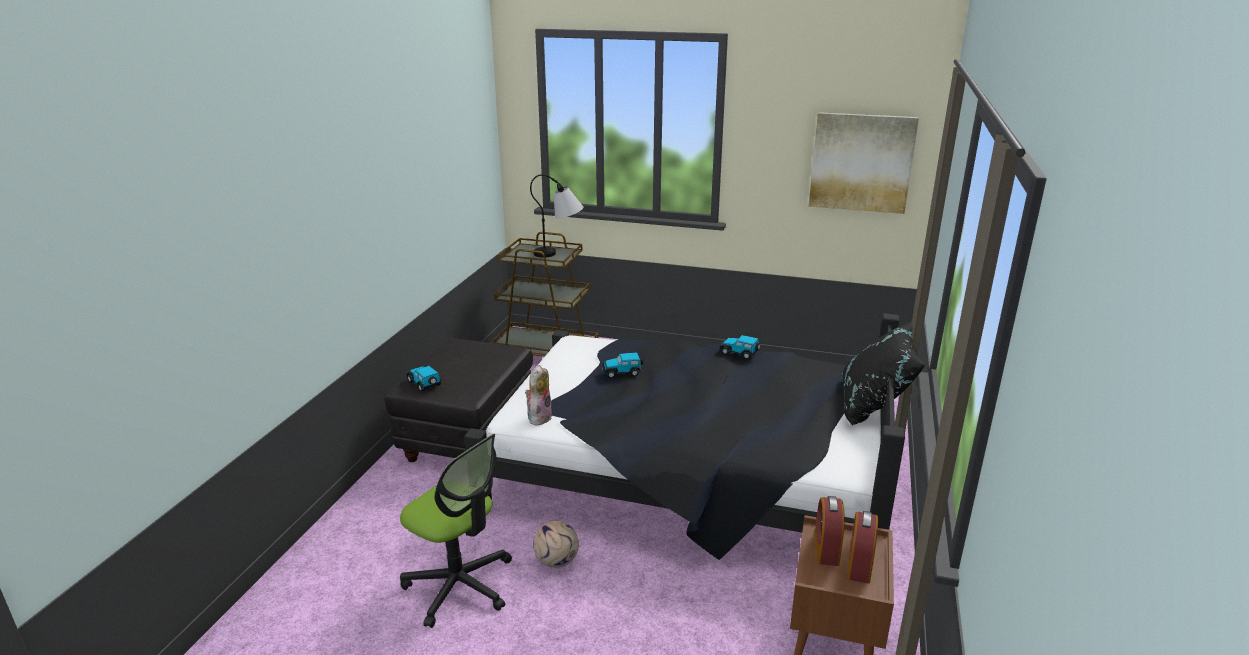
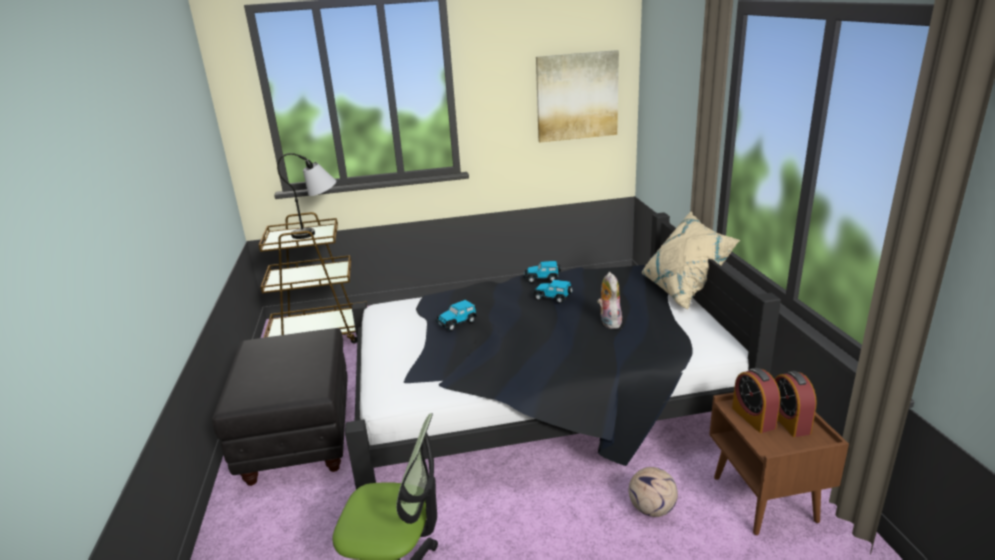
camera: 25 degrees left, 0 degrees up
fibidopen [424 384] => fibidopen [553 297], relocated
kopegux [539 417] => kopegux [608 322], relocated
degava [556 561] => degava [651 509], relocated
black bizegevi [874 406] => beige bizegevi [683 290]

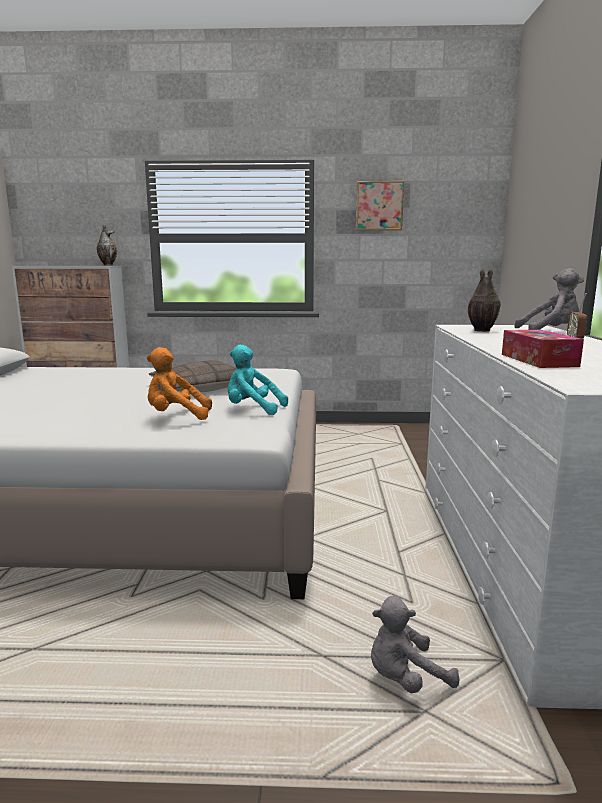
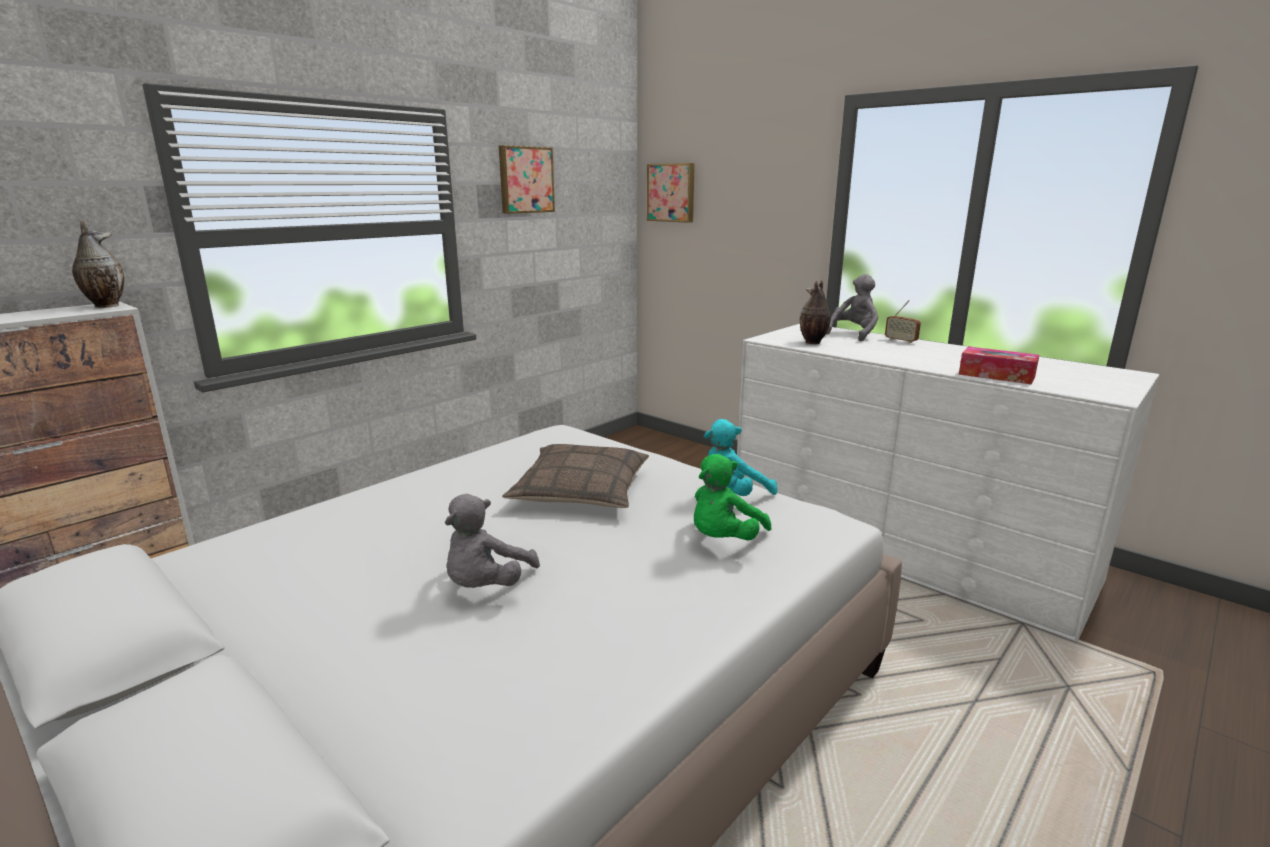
camera: 50 degrees left, 5 degrees up
grey kopegux [405 678] => grey kopegux [486 586], relocated
nothing => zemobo [672 192]
orange kopegux [176 416] => green kopegux [723 539]

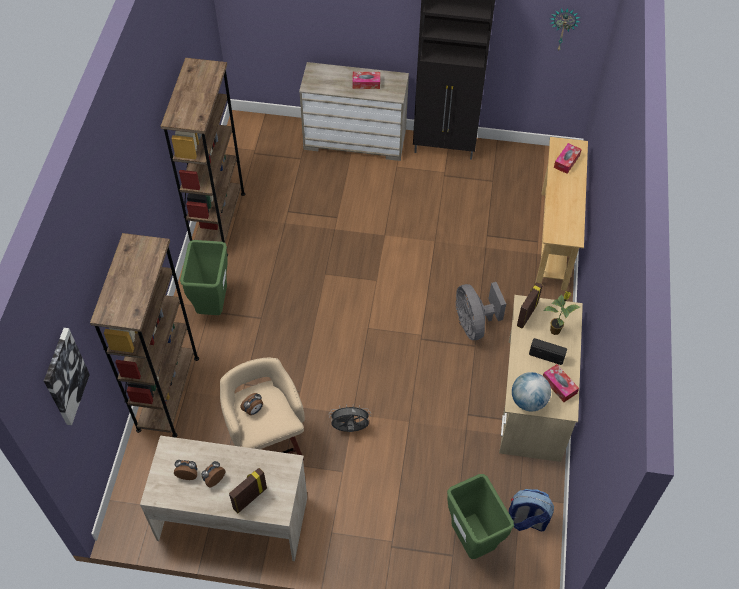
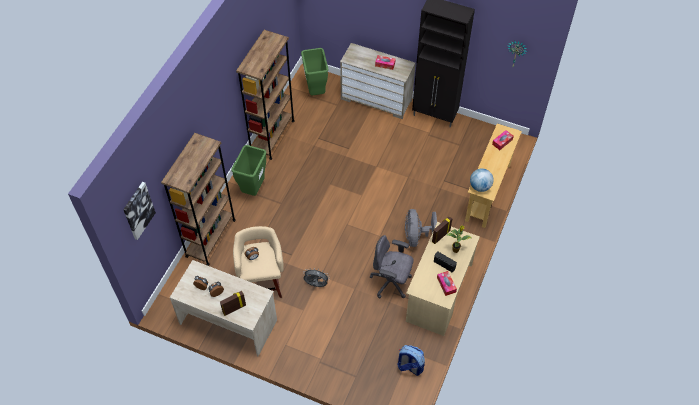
camera: 15 degrees right, 0 degrees up
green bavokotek [471 540] => green bavokotek [316 91], relocated
nothing => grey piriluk [391 282]
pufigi [528 401] => pufigi [480 186], relocated

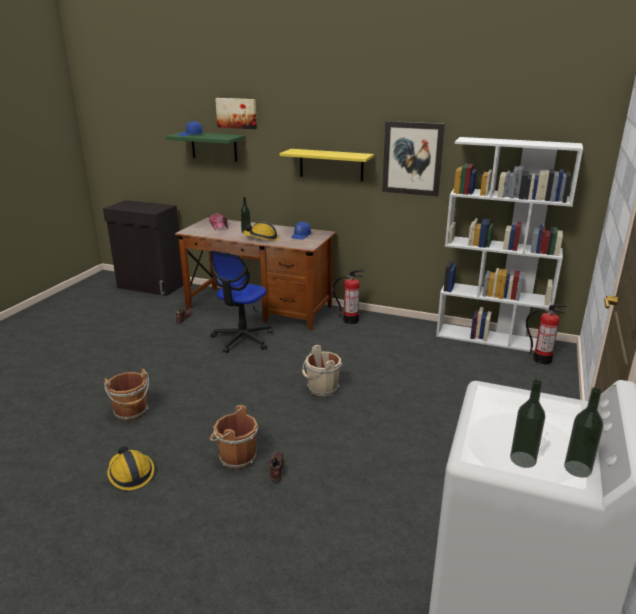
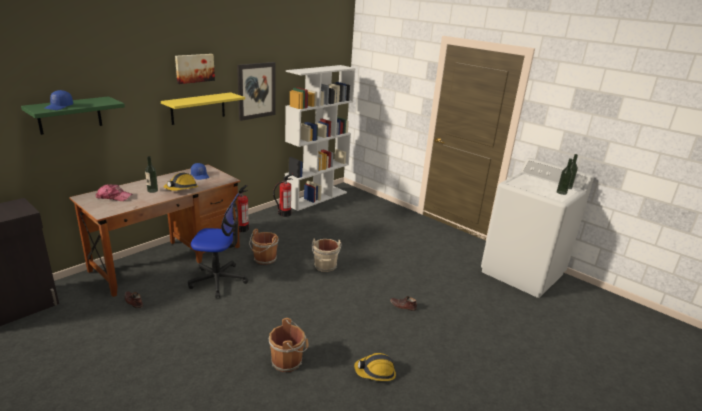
camera: 70 degrees left, 0 degrees up
zemobo [237 113] => zemobo [194 68], relocated
piriluk [242 339] => piriluk [218 280], 45 degrees counterclockwise
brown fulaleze [236 457] => brown fulaleze [264 259], relocated
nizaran [542 359] => nizaran [285 214], relocated

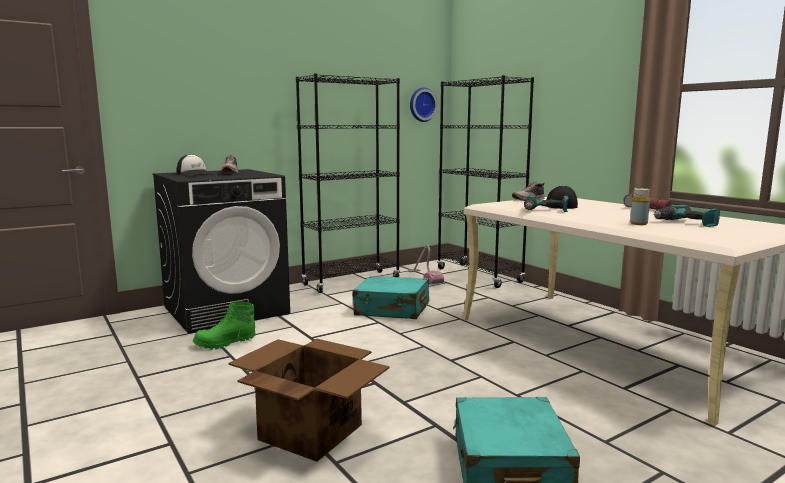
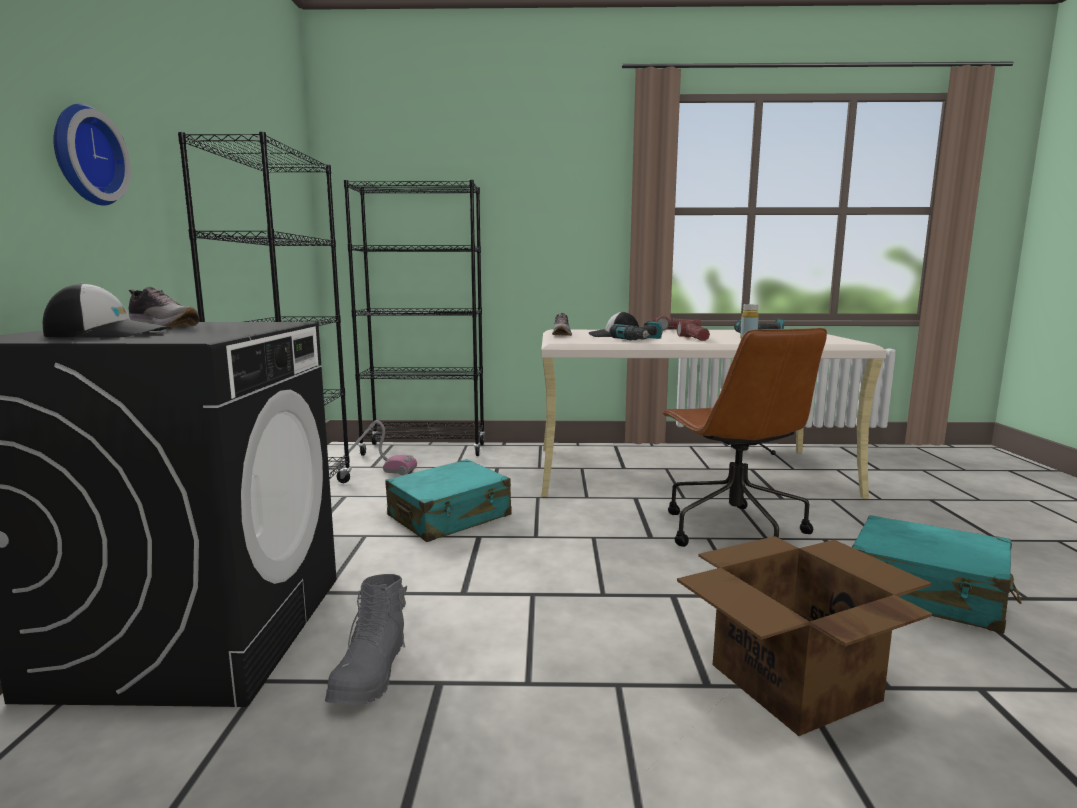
camera: 55 degrees left, 0 degrees up
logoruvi [421 105] => logoruvi [84 156], relocated
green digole [225 343] => grey digole [371 674]
nothing => brown piriluk [732 530]
nothing => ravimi [693 339]

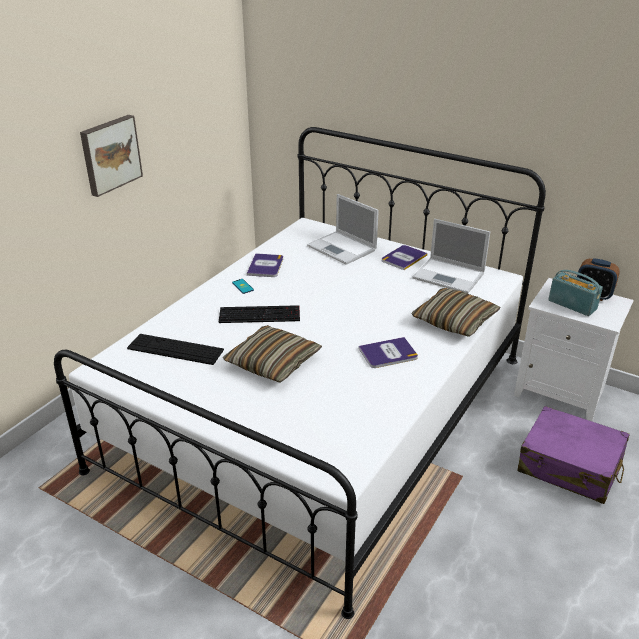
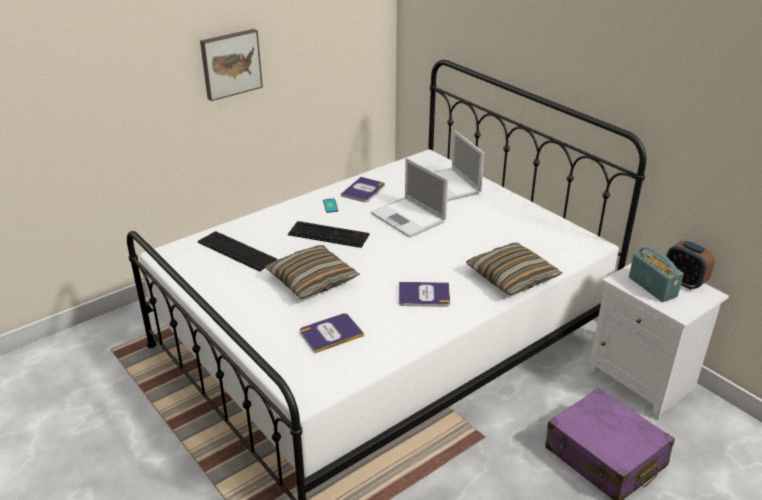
camera: 20 degrees right, 0 degrees up
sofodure [403 258] => sofodure [331 333], relocated
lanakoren [450 276] => lanakoren [409 218], relocated

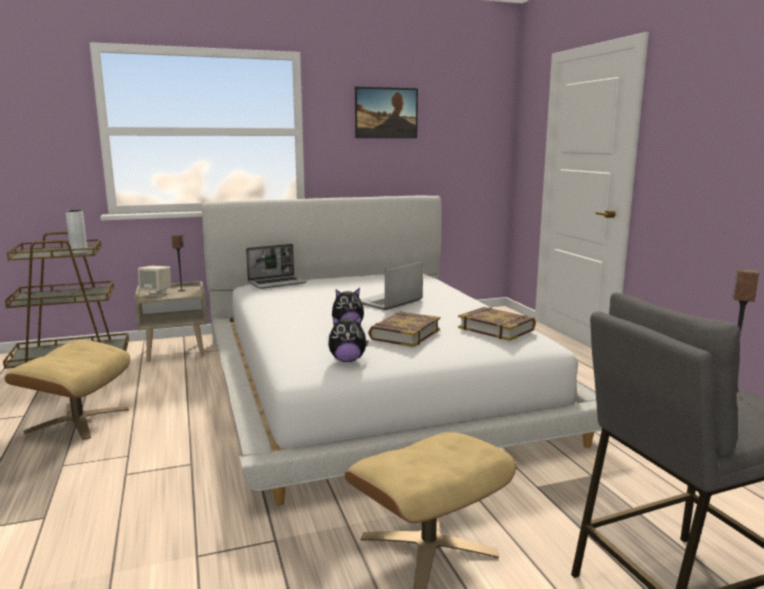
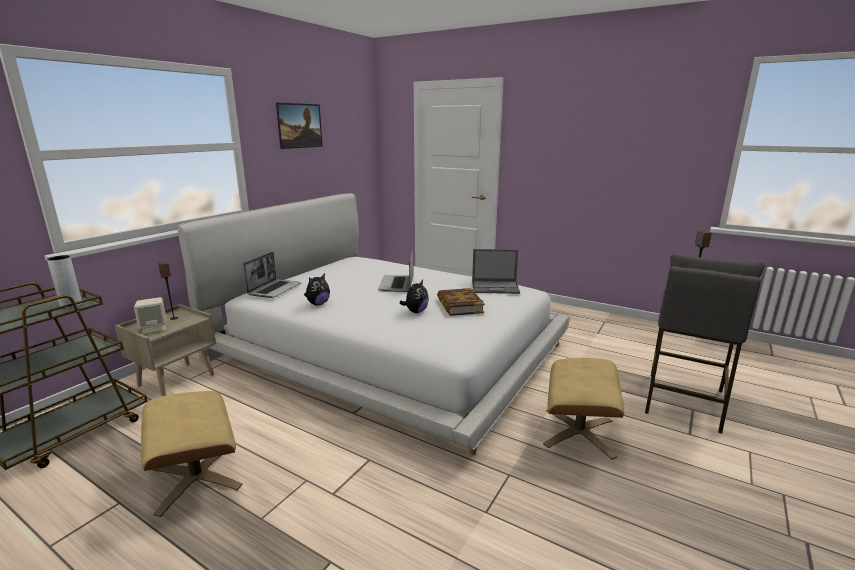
camera: 40 degrees left, 5 degrees up
kopegux [347 360] => kopegux [318 304], relocated
sofodure [496 328] => lanakoren [495 287]

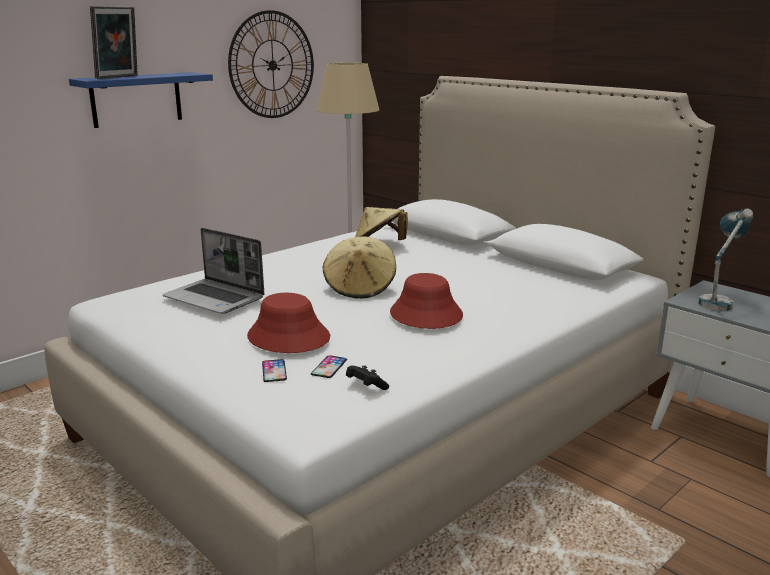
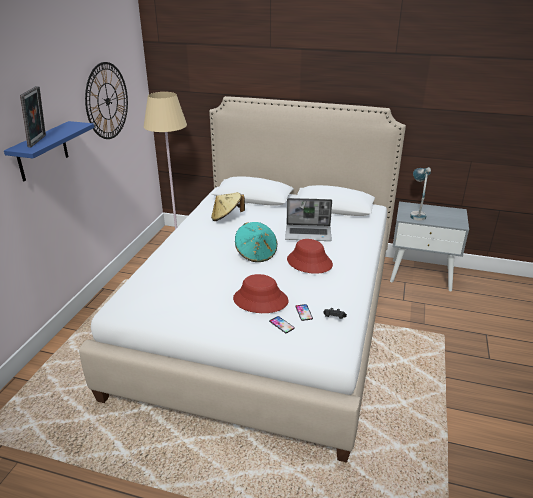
camera: 30 degrees left, 10 degrees up
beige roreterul [360 288] => turquoise roreterul [256 253]
lanakoren [215 298] => lanakoren [309 234], relocated

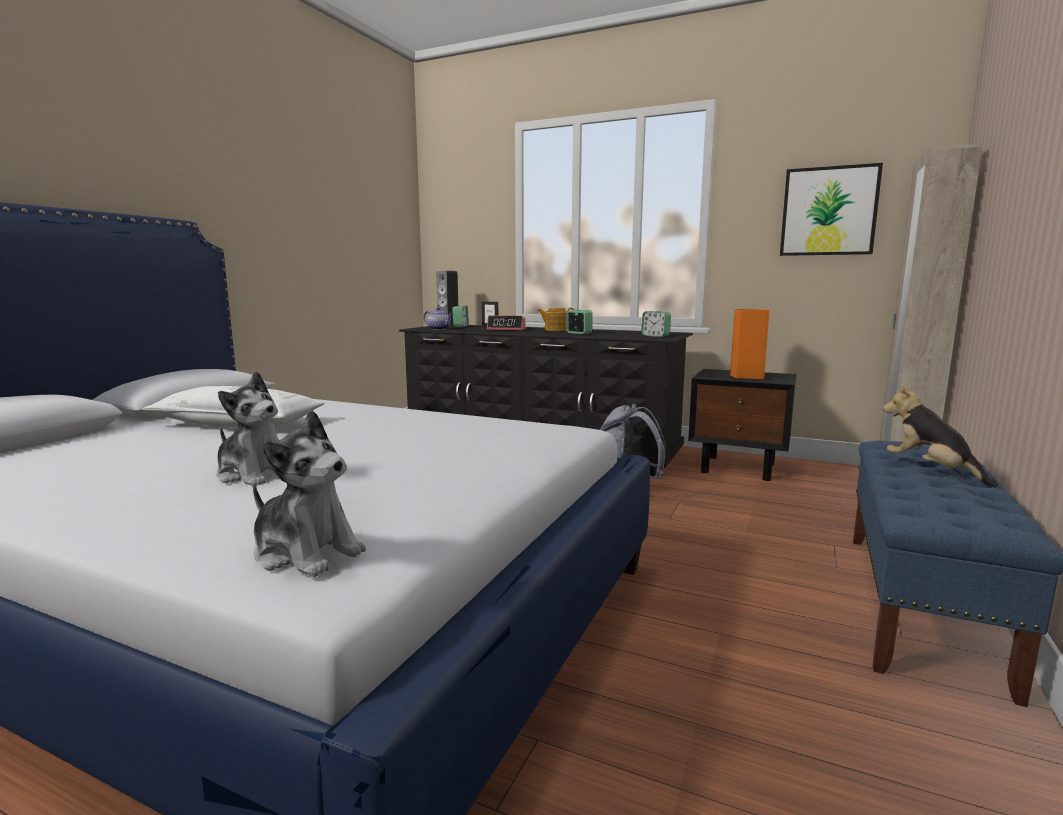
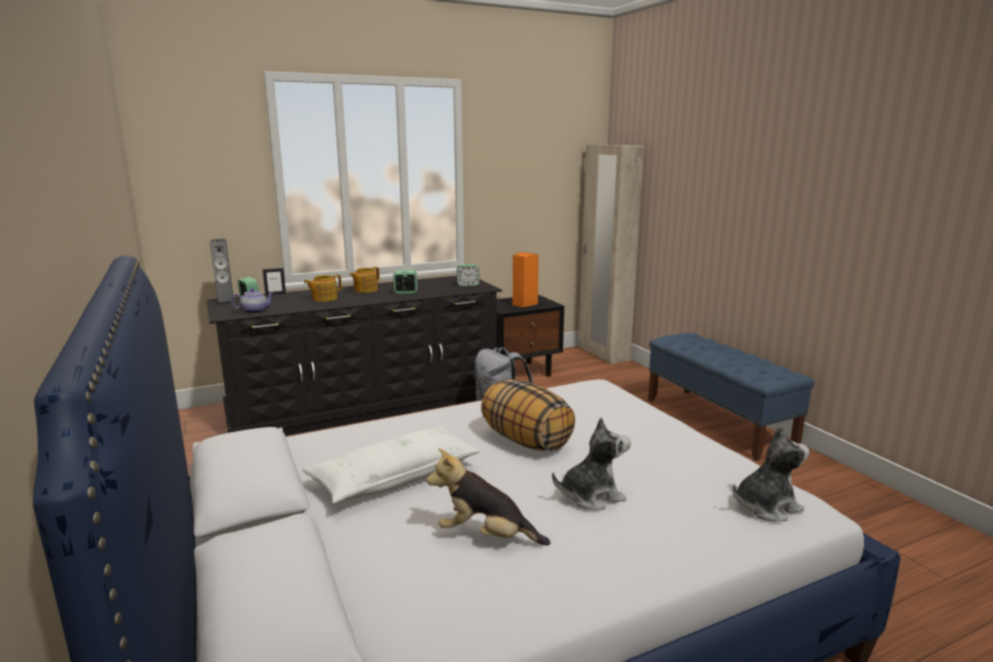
camera: 50 degrees left, 5 degrees up
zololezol [506 329] => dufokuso [324 298]
kopegux [931 470] => kopegux [486 536], relocated
nothing => bizegevi [525 441]
zemobo [828 211] => nothing

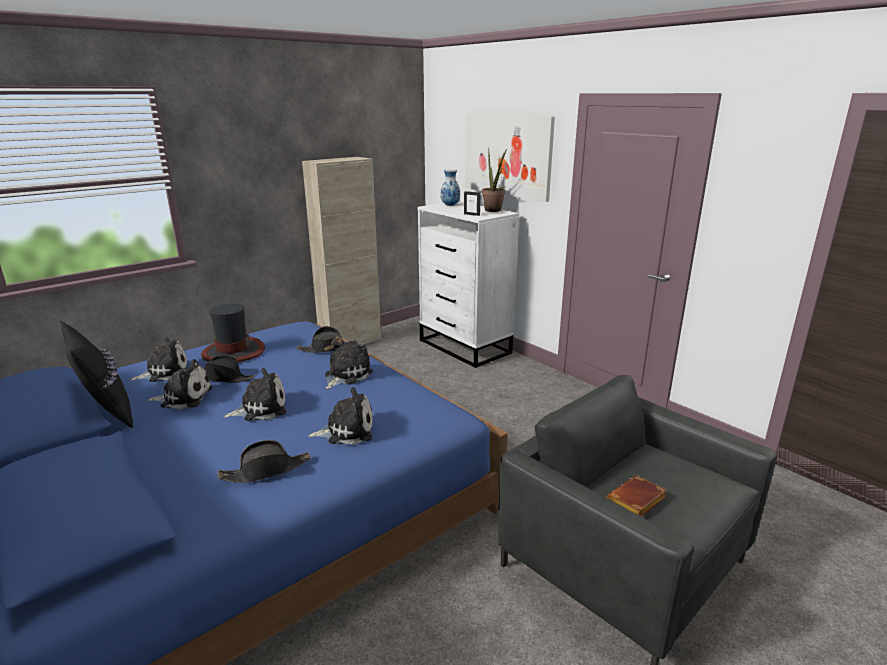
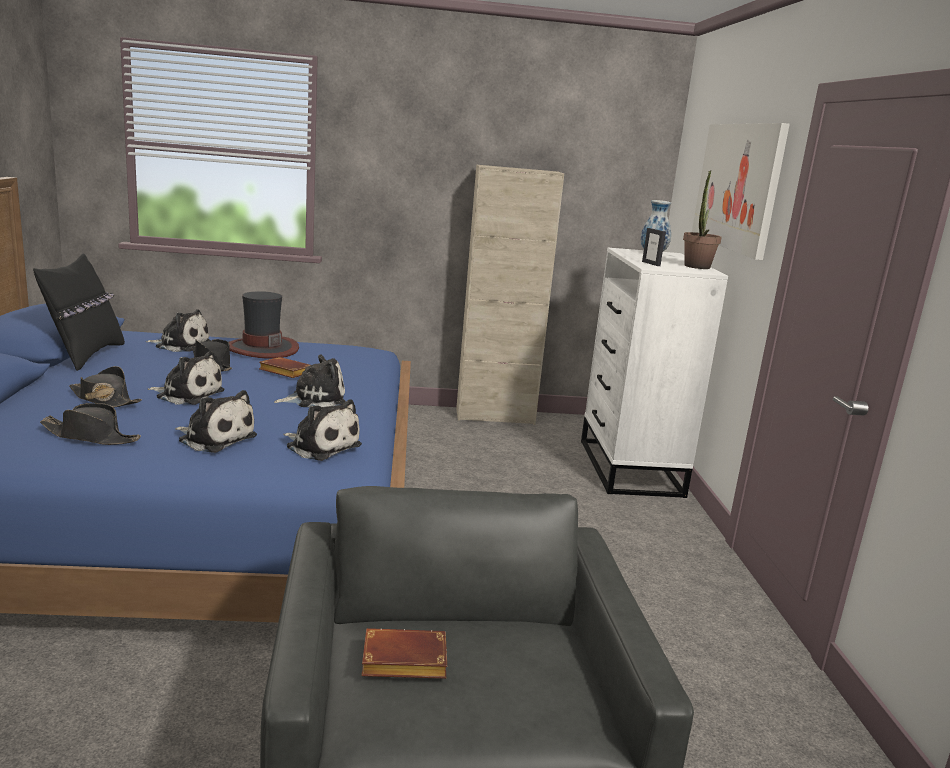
camera: 35 degrees right, 5 degrees down
black roreterul [327 349] => black roreterul [104 400], relocated
nothing => brown sofodure [284 372]
kopegux [184 397] => kopegux [321 446], relocated

